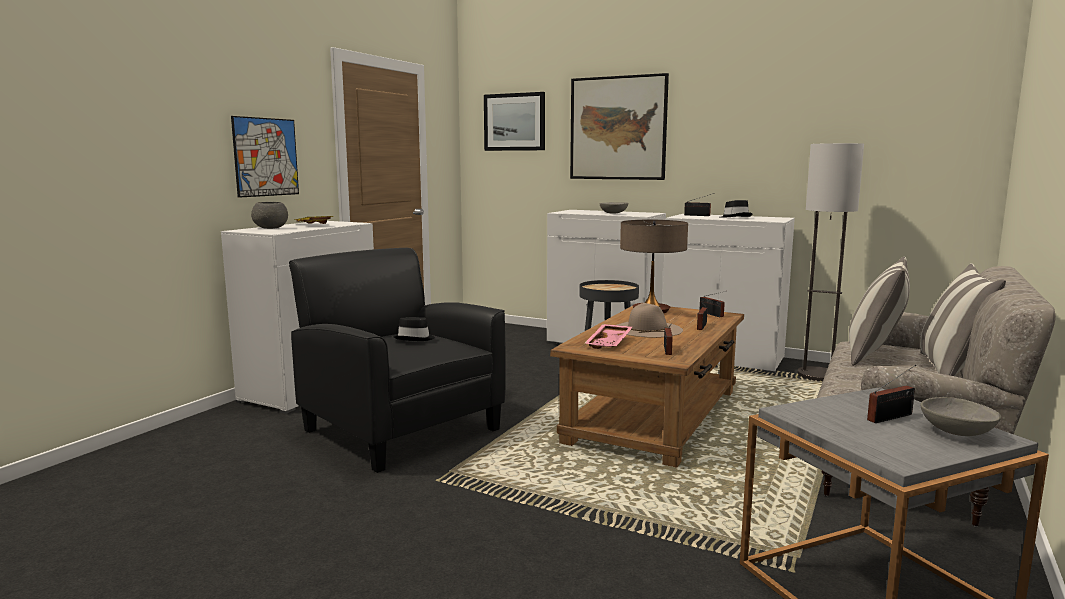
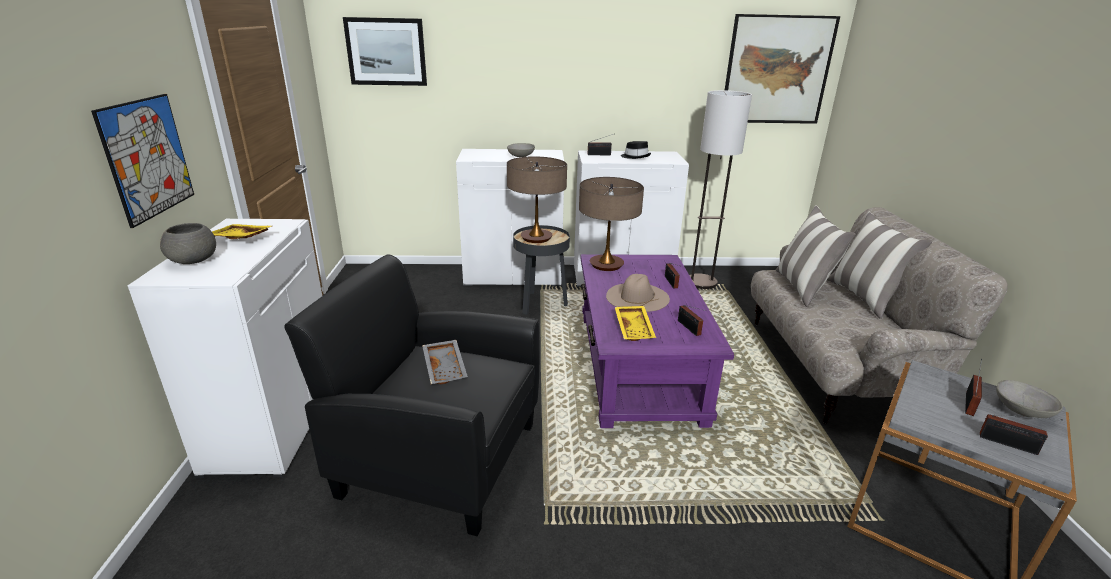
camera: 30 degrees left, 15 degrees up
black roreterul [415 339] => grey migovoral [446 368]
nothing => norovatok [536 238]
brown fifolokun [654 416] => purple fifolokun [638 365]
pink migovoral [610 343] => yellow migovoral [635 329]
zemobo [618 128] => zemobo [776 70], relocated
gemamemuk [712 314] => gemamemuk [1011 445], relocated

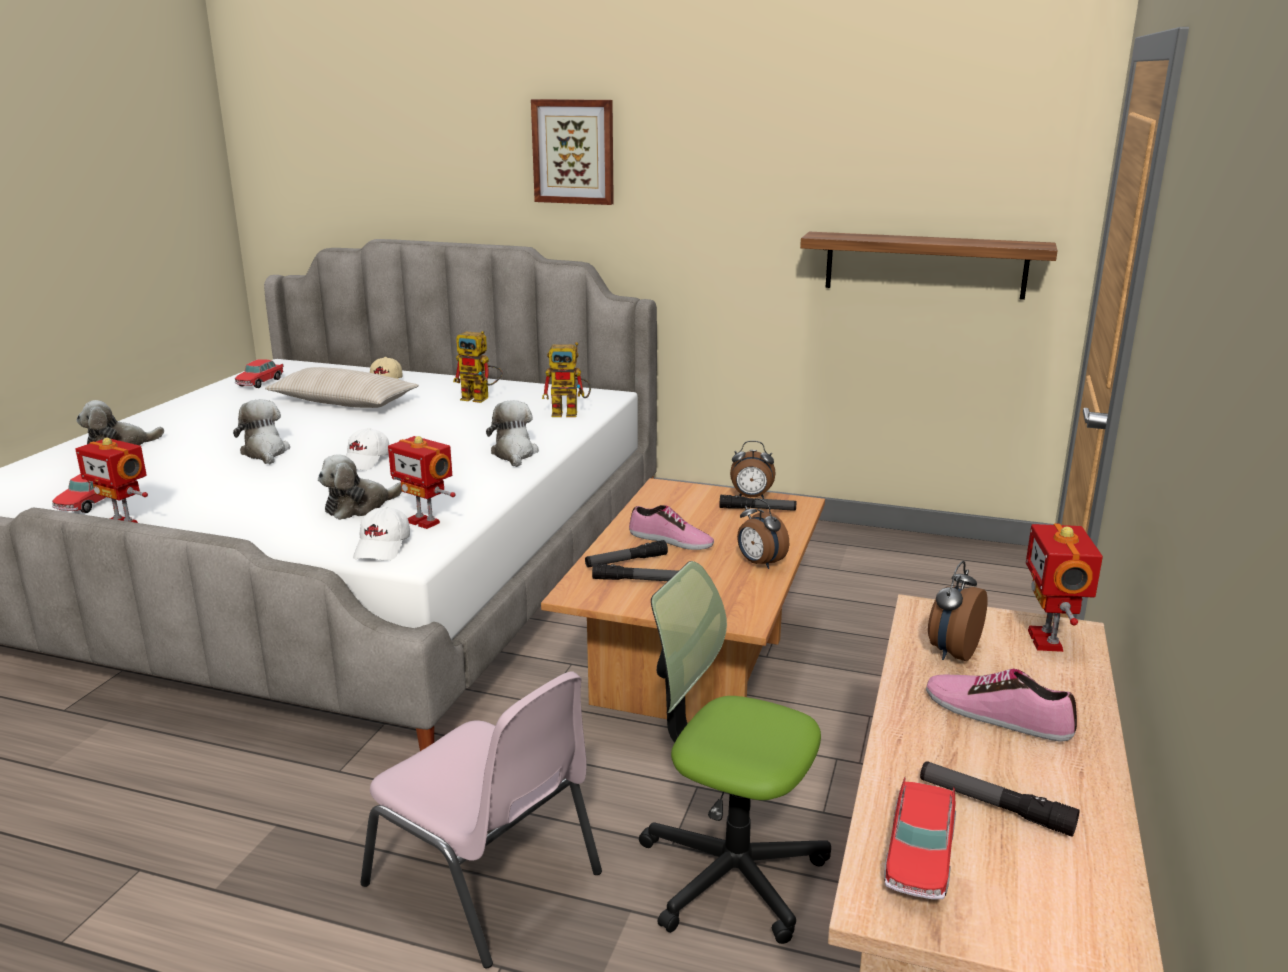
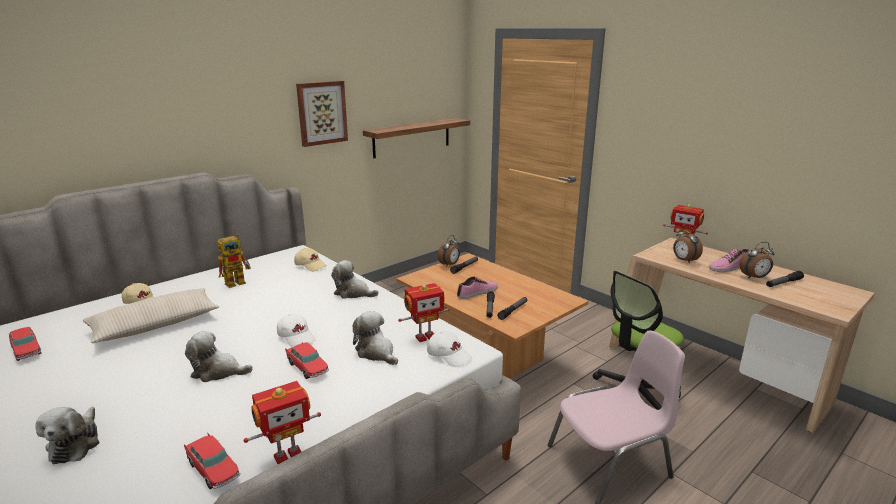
camera: 60 degrees left, 0 degrees up
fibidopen [919 856] => fibidopen [307 367], relocated
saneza [571 413] => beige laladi [310 265]
zemobo [574 151] => zemobo [321 113], relocated
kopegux [359 507] => kopegux [376 352], 150 degrees clockwise
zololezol [759 563] => zololezol [754 277], relocated

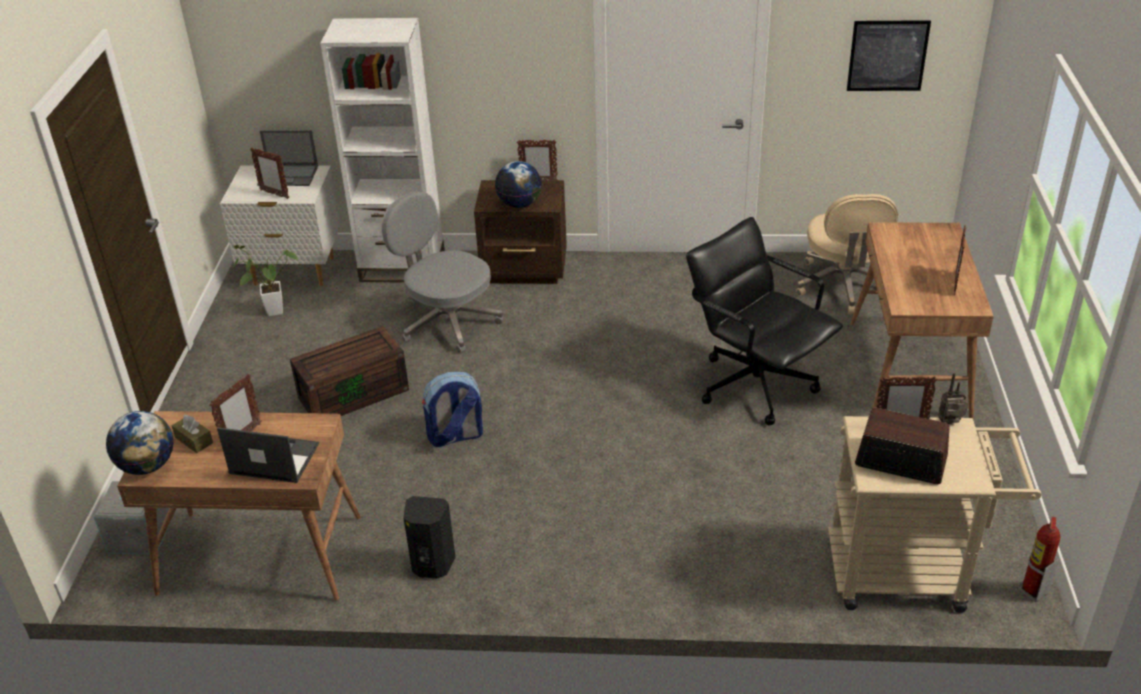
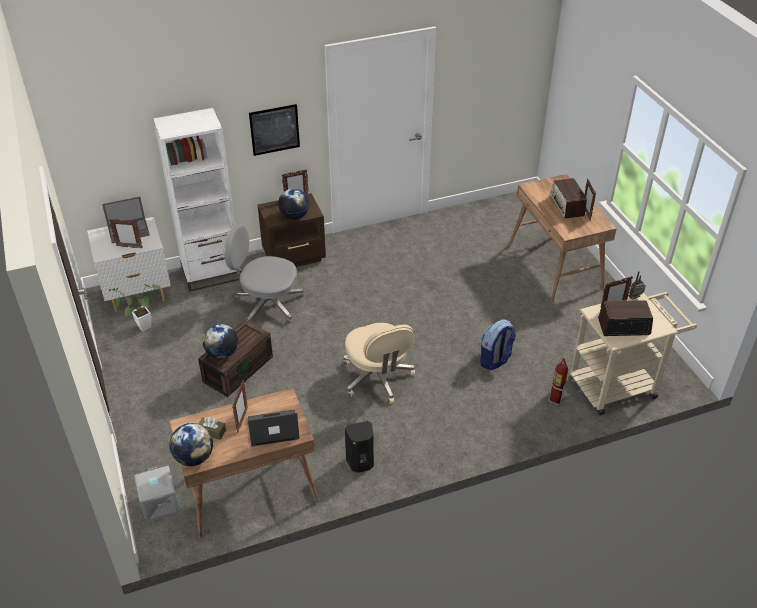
camera: 25 degrees left, 5 degrees up
nothing => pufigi [222 353]
zemobo [887 55] => zemobo [274 129], relocated
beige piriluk [843 286] => beige piriluk [378 378], relocated
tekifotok [455 436] => tekifotok [495 360], relocated
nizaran [1032 591] => nizaran [555 400], relocated
nothing => gemamemuk [567 206]
black piriluk [756 384] => nothing

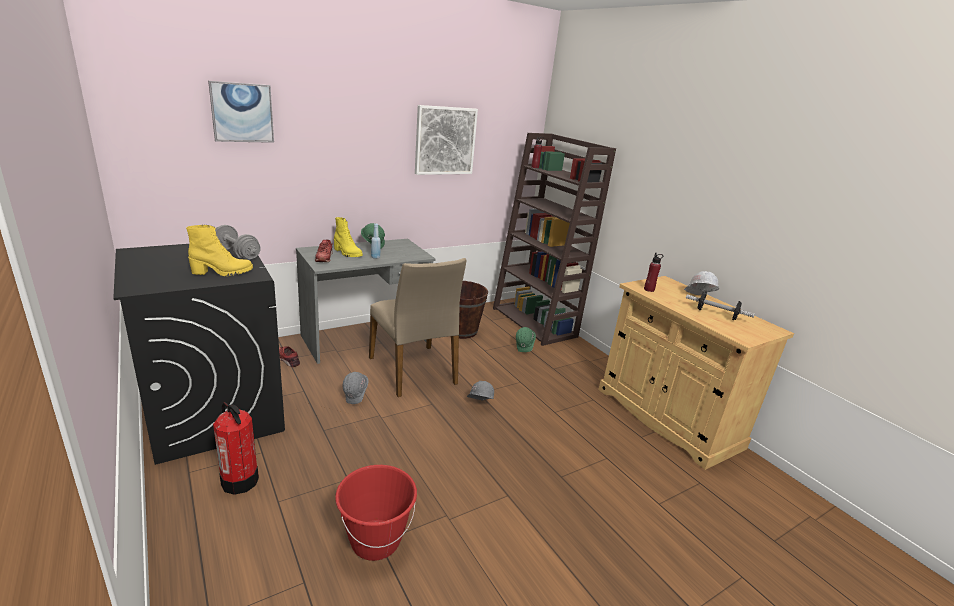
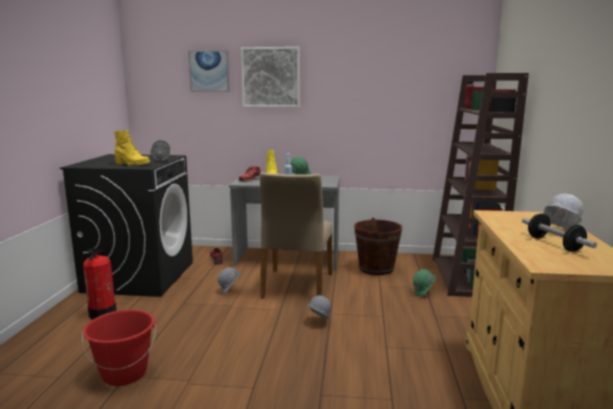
camera: 40 degrees right, 10 degrees down
zemobo [445 140] => zemobo [271 77], relocated
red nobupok [649 289] => nothing

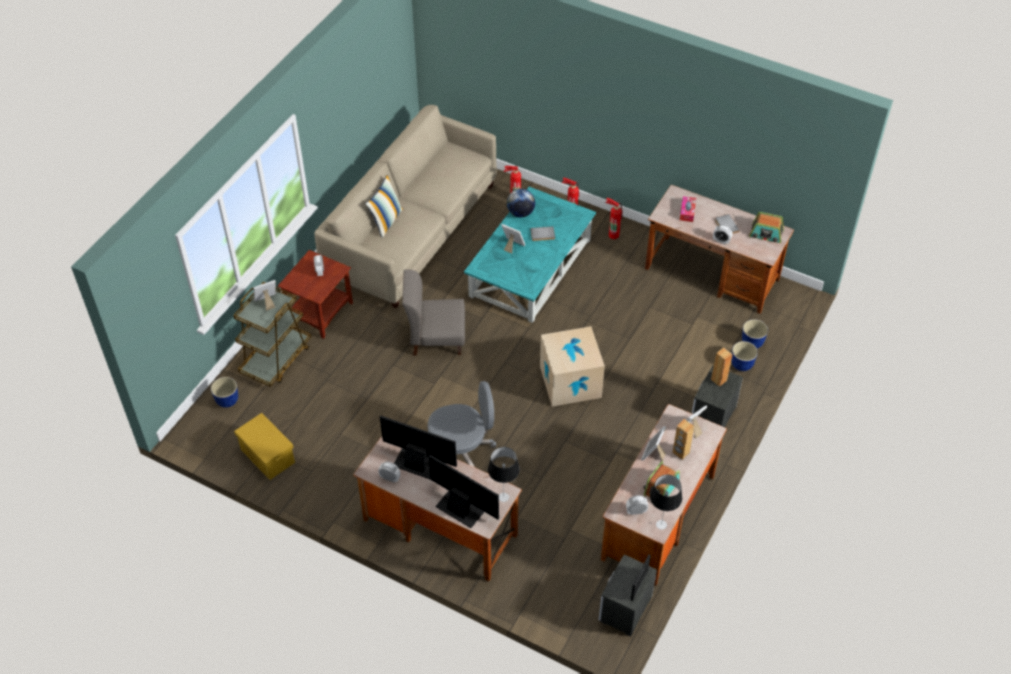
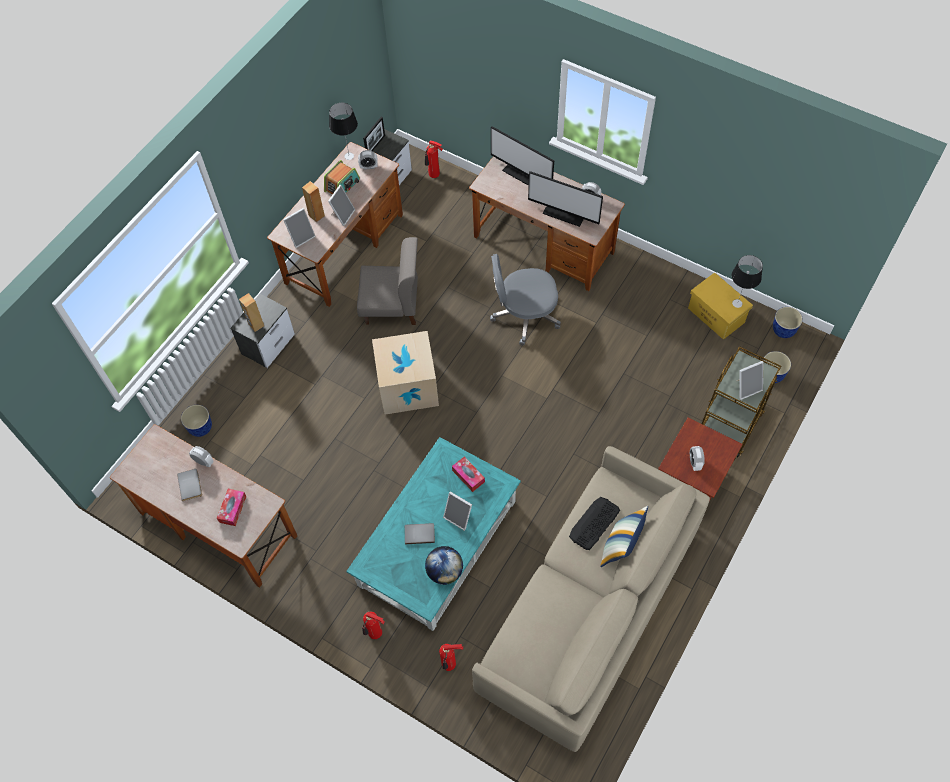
camera: 175 degrees left, 10 degrees up
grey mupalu [436 338] => grey mupalu [392 306], relocated
nizaran [613 234] => nizaran [434 175], relocated
nothing => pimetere [468 476]
nothing => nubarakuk [594 523]
norovatok [504 497] => norovatok [736 303], relocated
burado [741 365] => burado [783 330], relocated
gemamemuk [766 234] => nothing

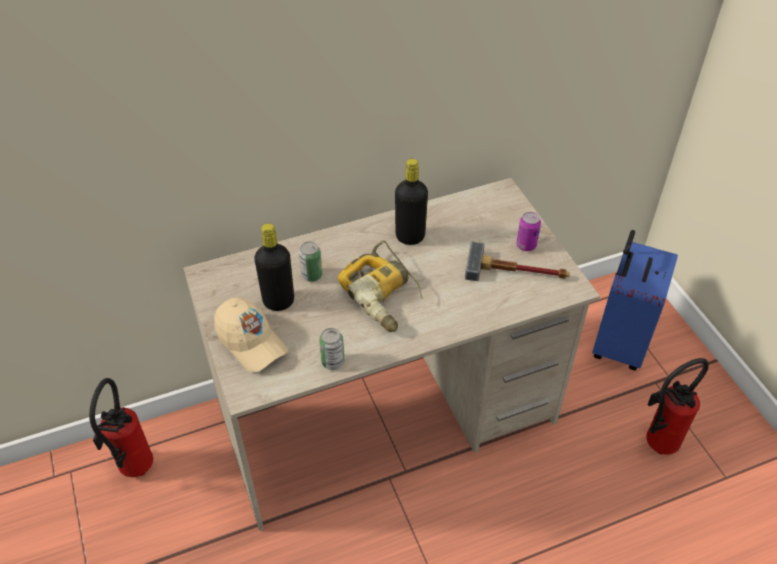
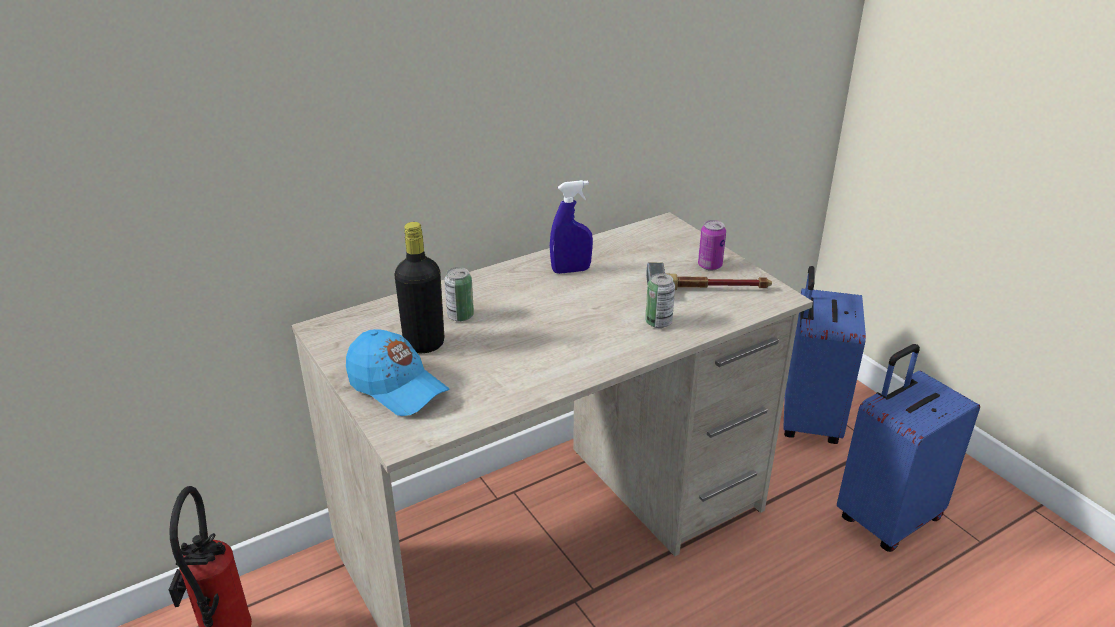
camera: 10 degrees left, 15 degrees down
beige laladi [251 342] => blue laladi [397 387]
black nobupok [410 236] => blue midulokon [571 270]
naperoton [333 362] => naperoton [658 322], relocated
nizaran [655 444] => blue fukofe [886 518]
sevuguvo [384 294] => nothing

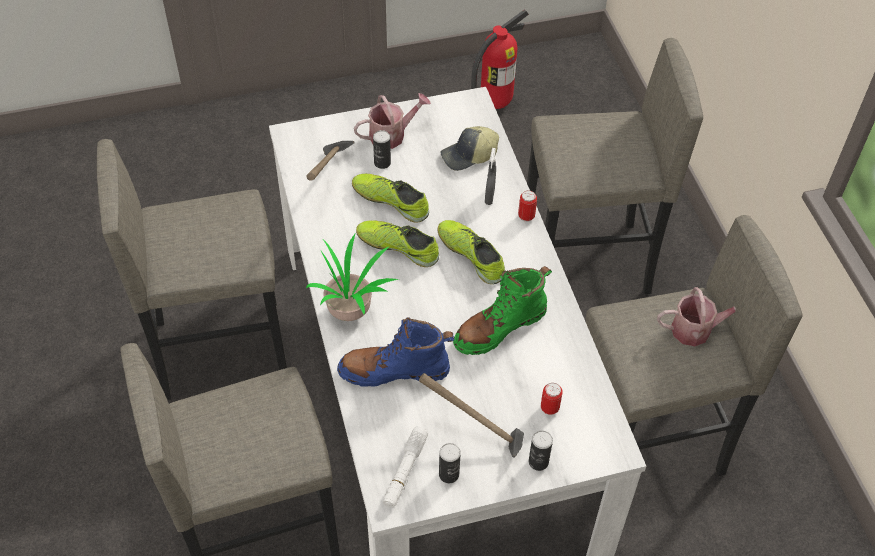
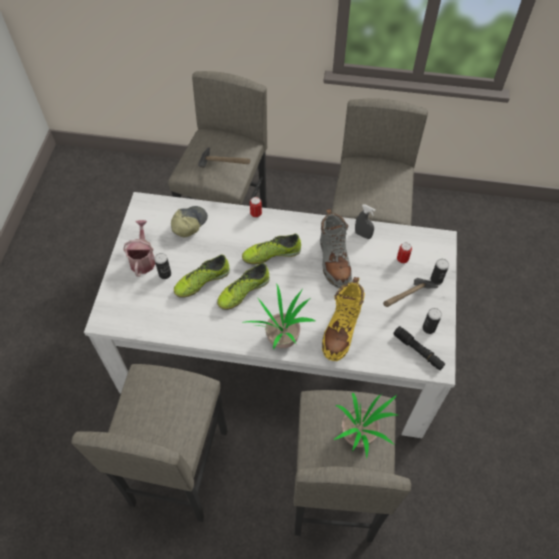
camera: 65 degrees left, 5 degrees up
laladi [469 156] => laladi [189 223], 150 degrees counterclockwise
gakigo [330 180] => gakigo [224 172], relocated
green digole [500 327] => grey digole [334 261]
blue digole [394 370] => yellow digole [341 329]
nothing => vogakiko [360 436]
grey midulokon [489 196] => grey midulokon [363 235], relocated
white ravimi [405 471] => black ravimi [418 351]
nizaran [495 103] => nothing
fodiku [697 329] => nothing

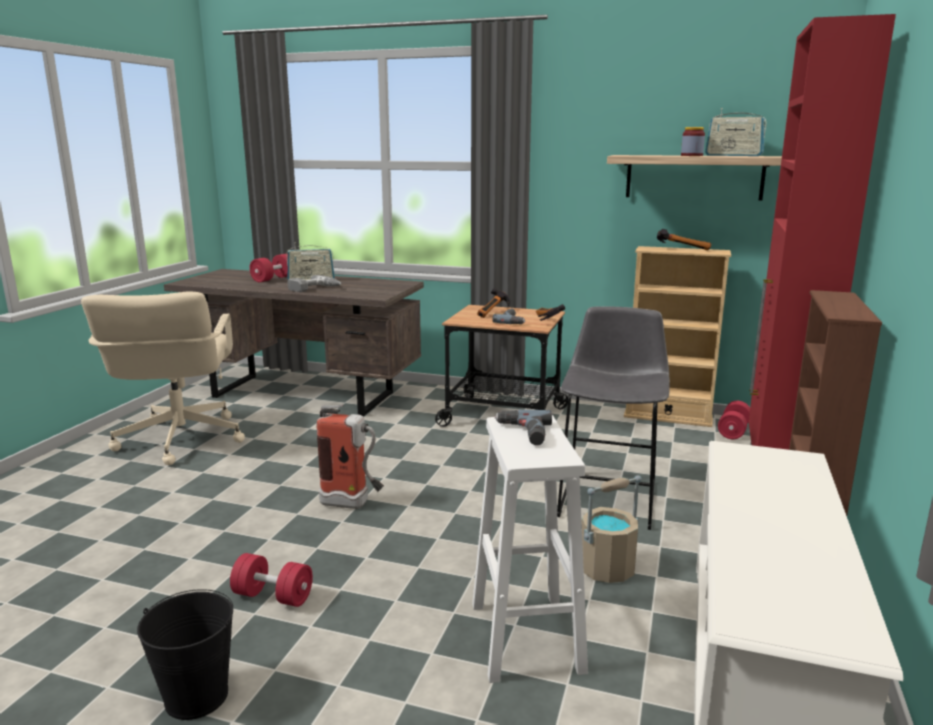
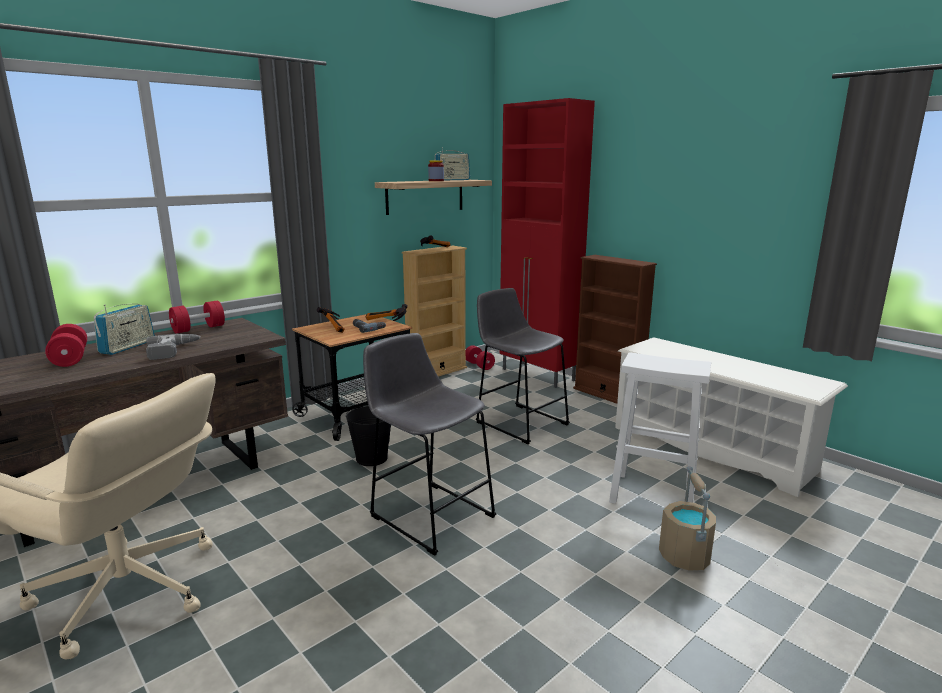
camera: 60 degrees left, 0 degrees up
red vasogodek [273 596] => red vasogodek [198 329], relocated
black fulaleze [196 697] => black fulaleze [372 458], relocated
nizaran [353 504] => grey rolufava [428 513]
beige fulaleze [606 569] => beige fulaleze [685 557], relocated
sevuguvo [523 433] => nothing

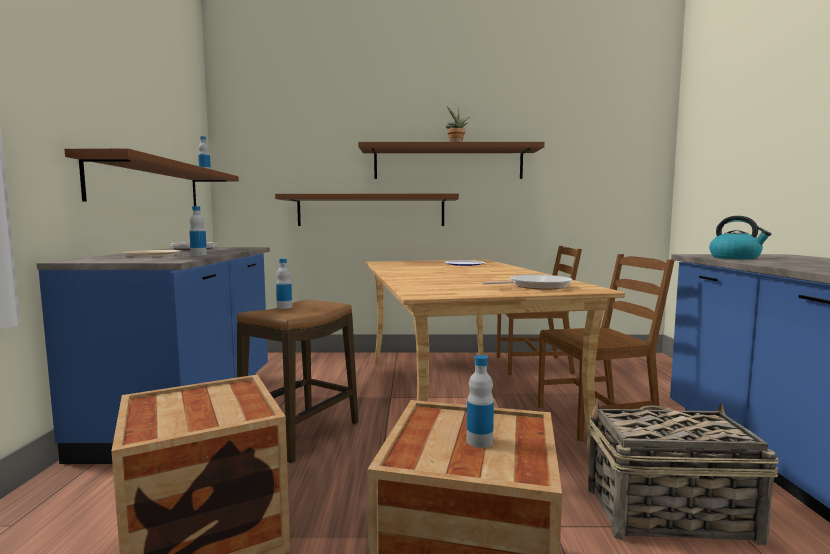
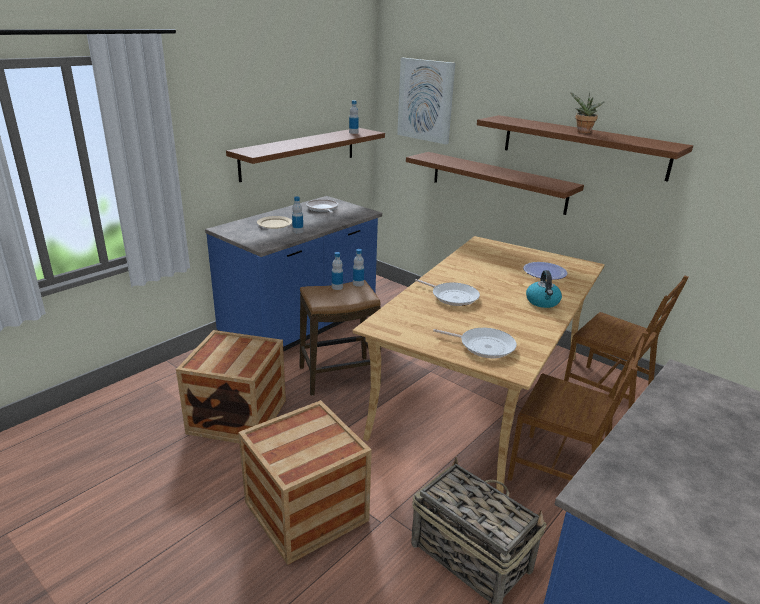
camera: 40 degrees right, 20 degrees up
nobupok [479 441] => nobupok [358 284], relocated
nothing => zemobo [426 100]
nothing => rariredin [452 296]
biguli [735 258] => biguli [542 302], relocated

